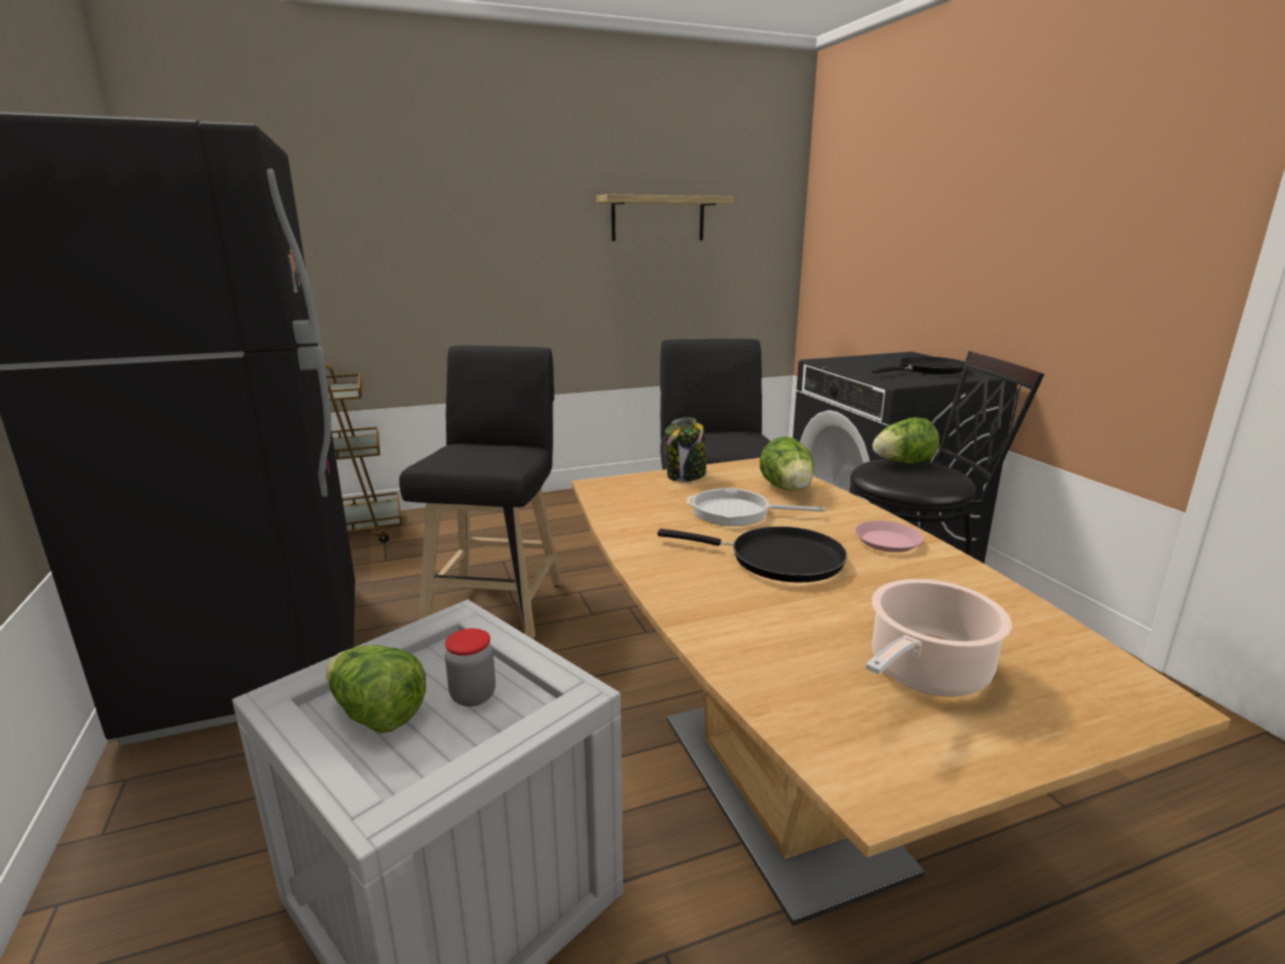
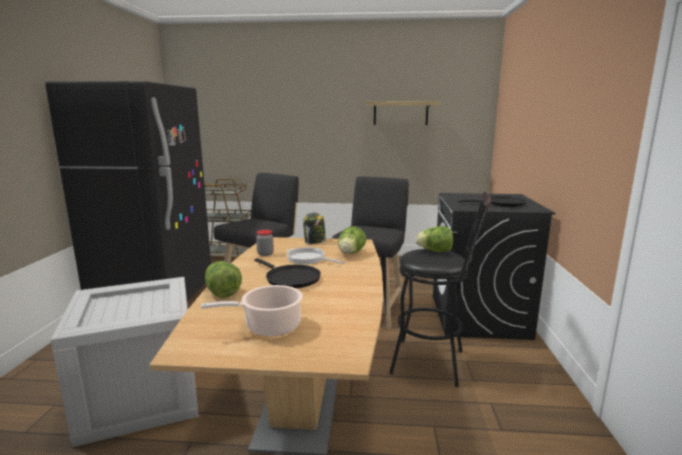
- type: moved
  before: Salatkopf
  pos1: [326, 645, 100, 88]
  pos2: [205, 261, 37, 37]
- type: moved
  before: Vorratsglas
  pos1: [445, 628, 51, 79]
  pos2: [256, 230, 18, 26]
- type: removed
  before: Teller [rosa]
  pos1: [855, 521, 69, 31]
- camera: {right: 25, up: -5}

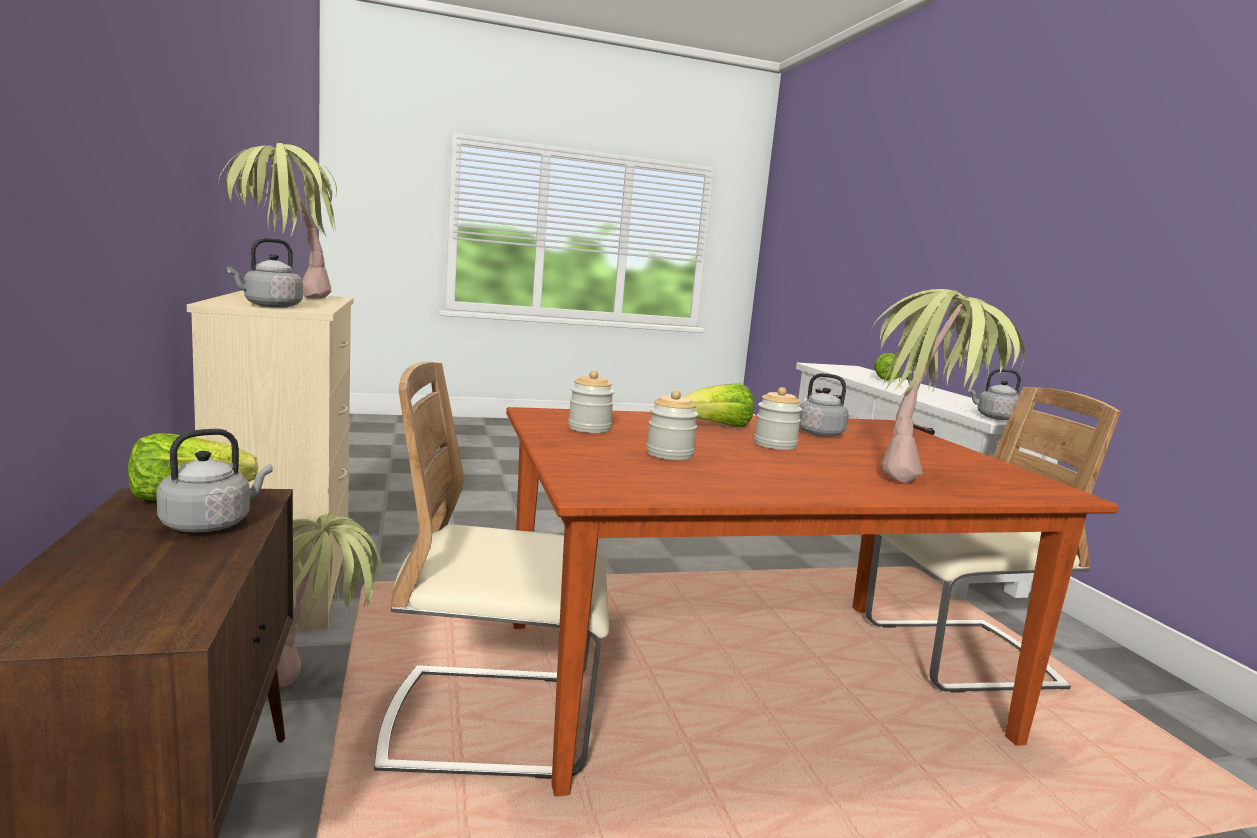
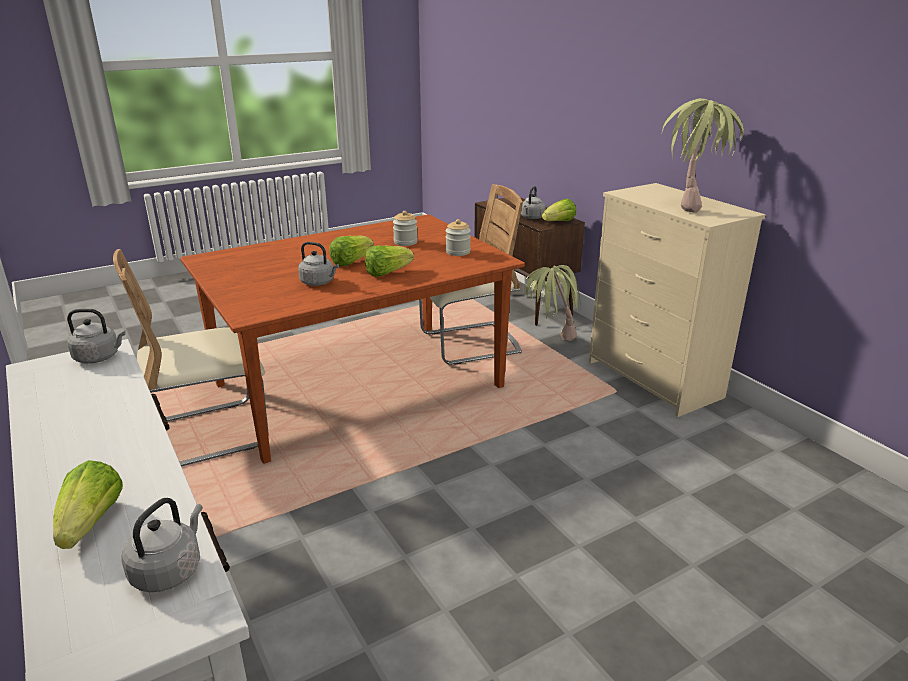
- type: moved
  before: Wasserkessel [grau]
  pos1: [227, 238, 76, 70]
  pos2: [122, 498, 81, 94]
- type: replaced
  before: Vorratsglas
  after: Salatkopf
  pos1: [754, 387, 48, 63]
  pos2: [329, 236, 45, 31]
- type: removed
  before: Topfpflanze
  pos1: [870, 289, 155, 194]
- camera: {right: 165, up: 15}

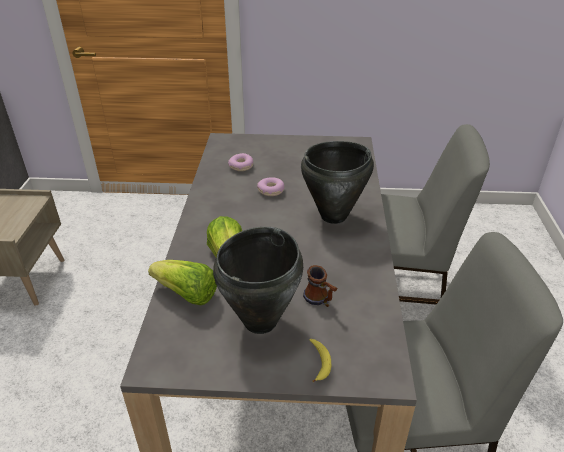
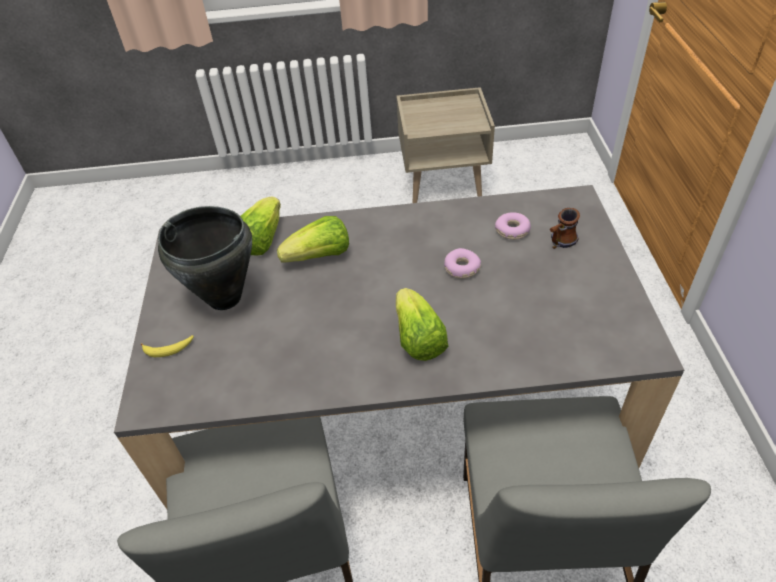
- type: replaced
  before: Kochtopf [schwarz]
  after: Salatkopf
  pos1: [301, 141, 73, 83]
  pos2: [396, 288, 53, 73]
- type: moved
  before: Henkelbecher
  pos1: [303, 265, 35, 42]
  pos2: [550, 208, 30, 41]
- camera: {right: 85, up: 10}

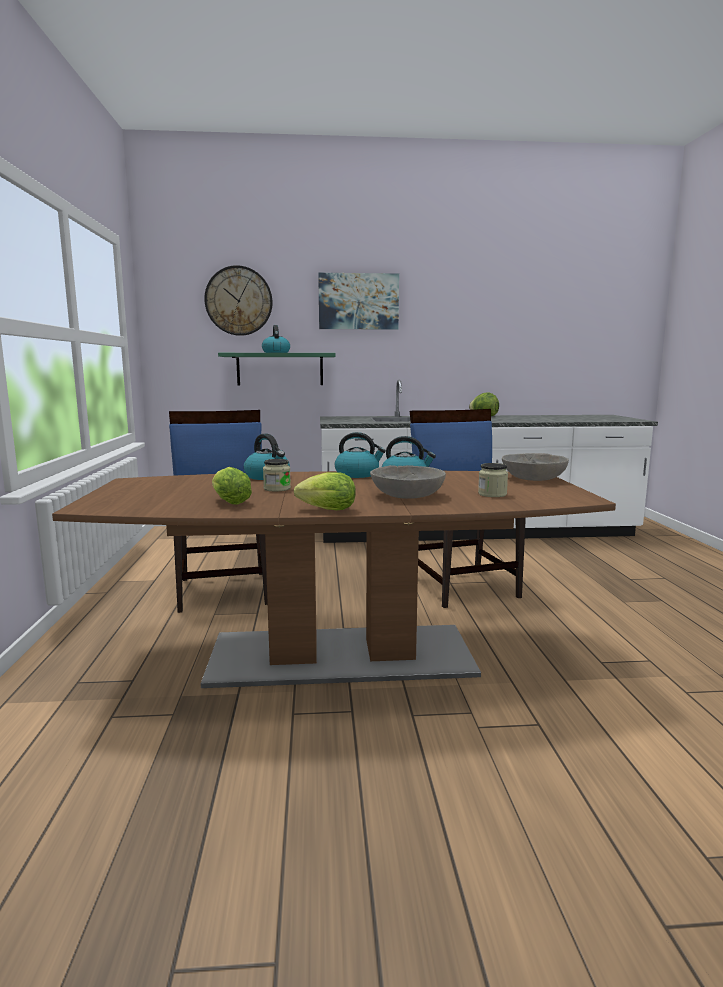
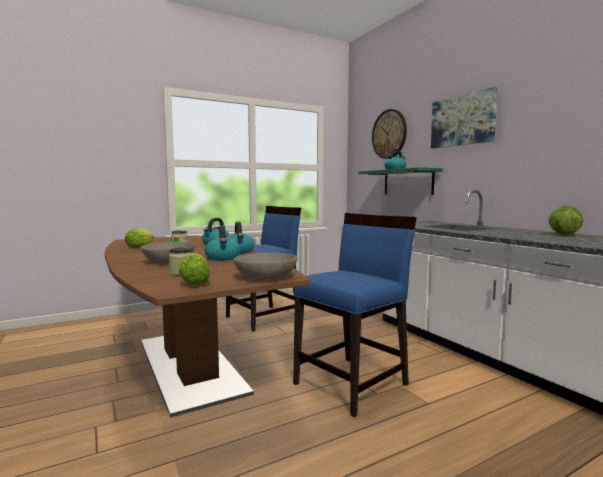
- type: moved
  before: Salatkopf
  pos1: [294, 472, 62, 38]
  pos2: [179, 253, 31, 33]
- camera: {right: 65, up: -5}

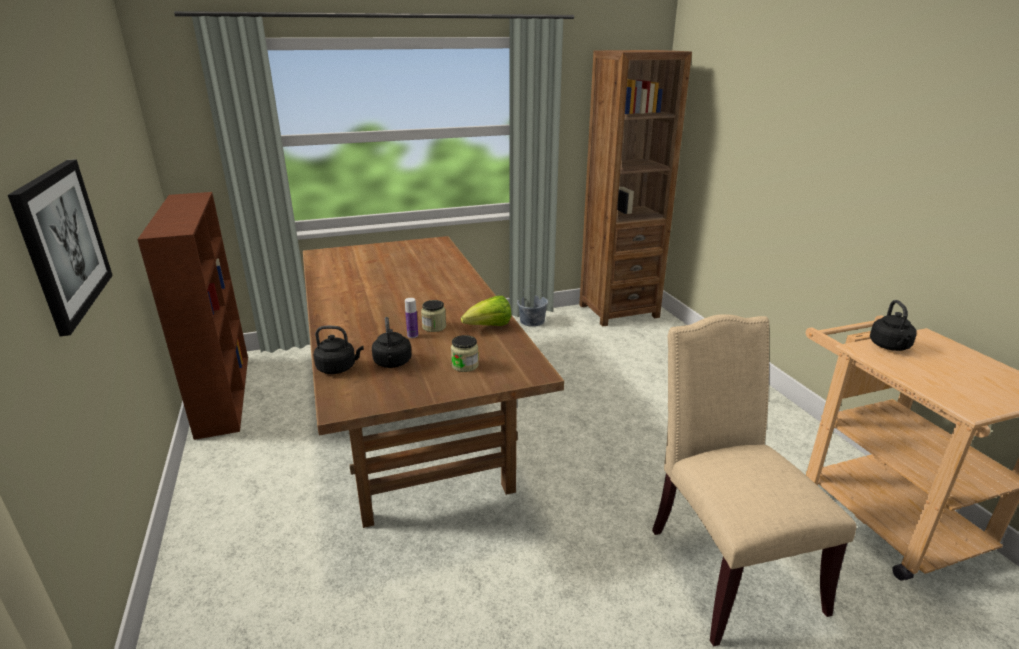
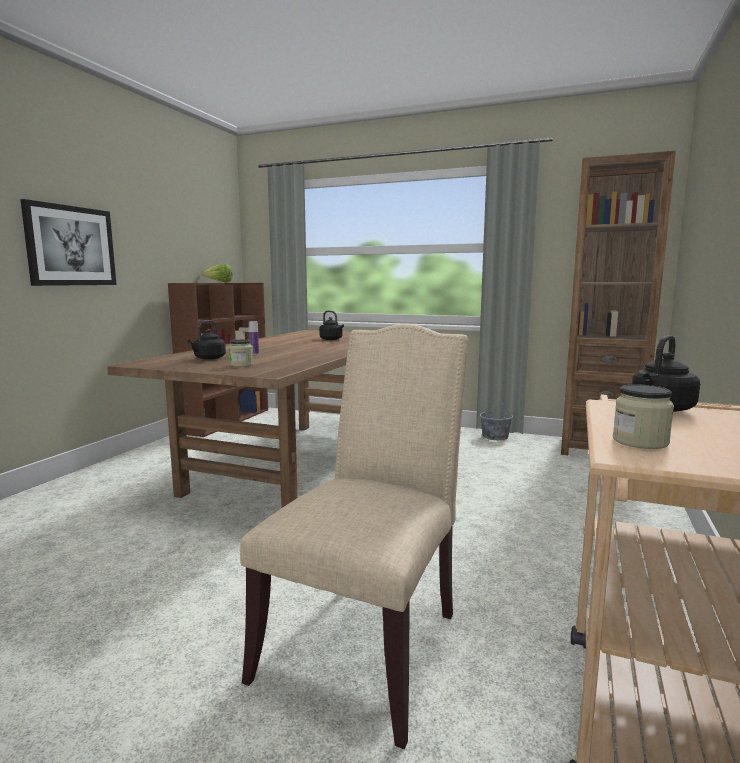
- type: moved
  before: Wasserkessel [schwarz]
  pos1: [313, 326, 51, 48]
  pos2: [319, 310, 25, 30]
- type: moved
  before: Vorratsglas
  pos1: [421, 300, 25, 32]
  pos2: [613, 384, 61, 65]
- type: moved
  before: Salatkopf
  pos1: [461, 296, 50, 30]
  pos2: [202, 264, 31, 19]
- camera: {right: 40, up: -15}

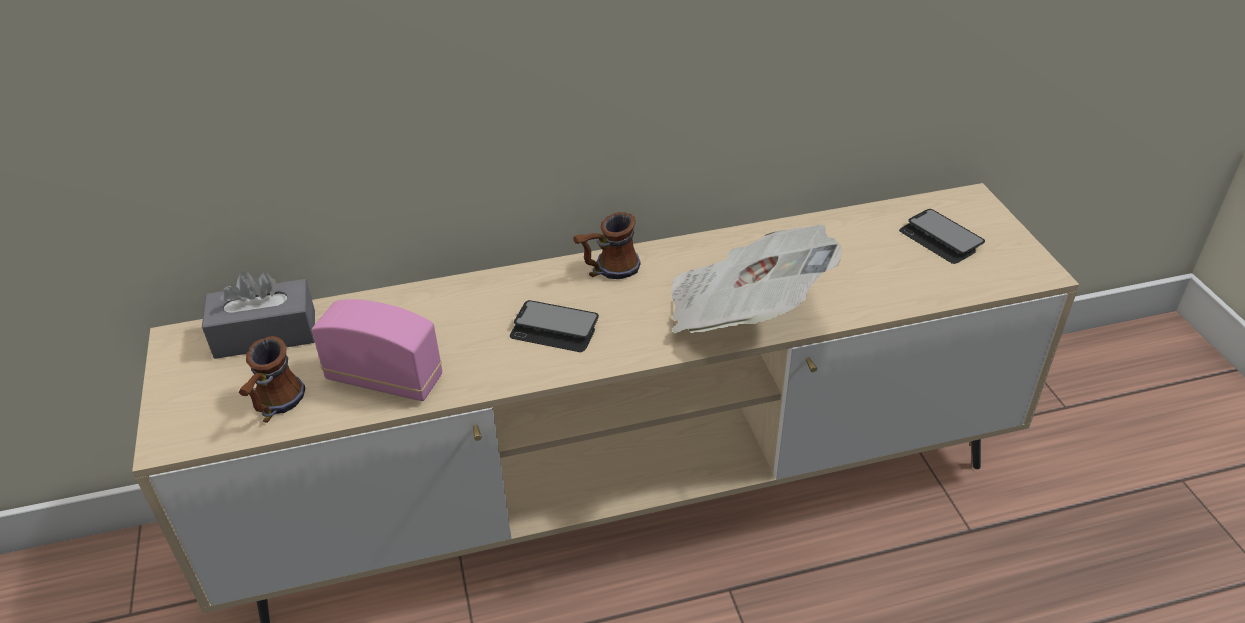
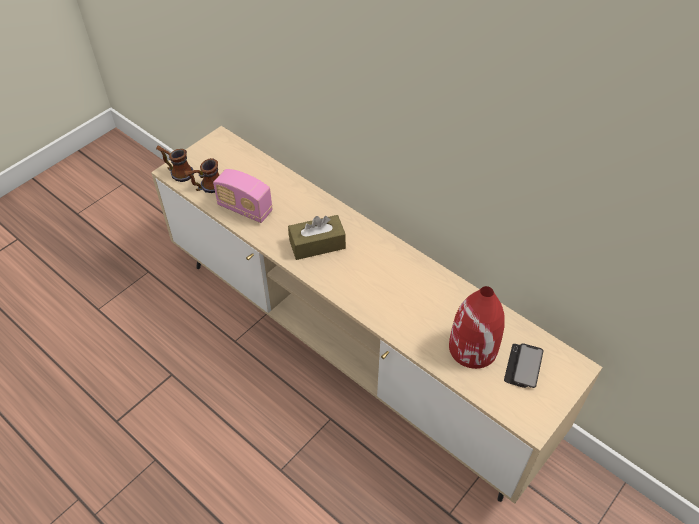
- type: removed
  before: Taschentuchbox [grau]
  pos1: [202, 271, 113, 88]
- type: turned
  before: Radio
  pos1: [311, 299, 131, 102]
  pos2: [213, 169, 59, 54]
  turn: 135
- type: replaced
  before: Handy
  after: Taschentuchbox [braun]
  pos1: [510, 300, 89, 52]
  pos2: [288, 215, 58, 45]
- type: moved
  before: Henkelbecher
  pos1: [573, 212, 68, 67]
  pos2: [156, 146, 38, 36]
- type: removed
  before: Zeitung
  pos1: [671, 225, 171, 108]
- type: added
  after: Vase [rot]
  pos2: [449, 286, 56, 83]
- camera: {right: 55, up: 10}

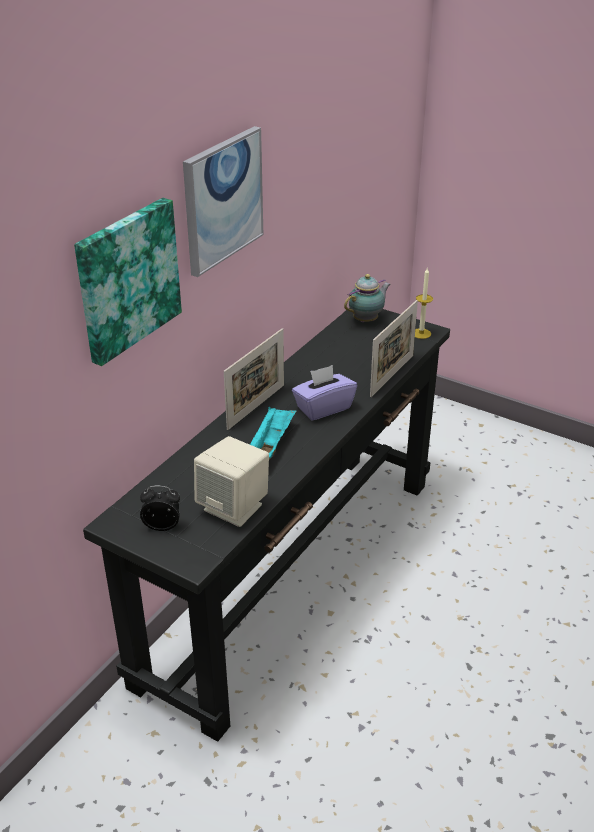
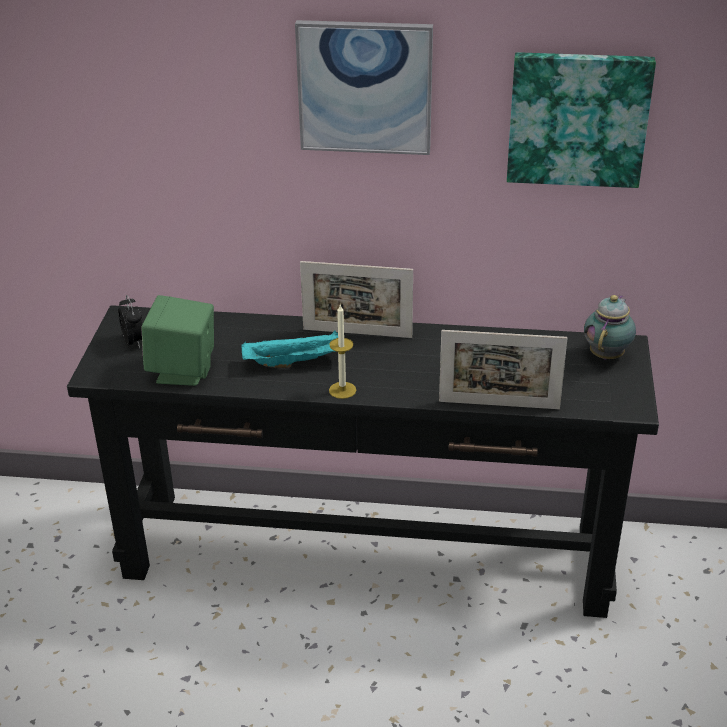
- type: moved
  before: Bild
  pos1: [74, 198, 108, 168]
  pos2: [507, 52, 149, 136]
- type: recoloured
  before: Lautsprecher [beige]
  after: Lautsprecher [grün]
  pos1: [194, 436, 75, 91]
  pos2: [141, 295, 73, 91]
- type: removed
  before: Taschentuchbox [lila]
  pos1: [292, 365, 65, 56]
- type: turned
  before: Teekanne
  pos1: [344, 274, 47, 48]
  pos2: [584, 295, 52, 64]
  turn: -90
- type: moved
  before: Kerze
  pos1: [415, 268, 18, 71]
  pos2: [329, 305, 27, 94]
- camera: {right: 65, up: 0}

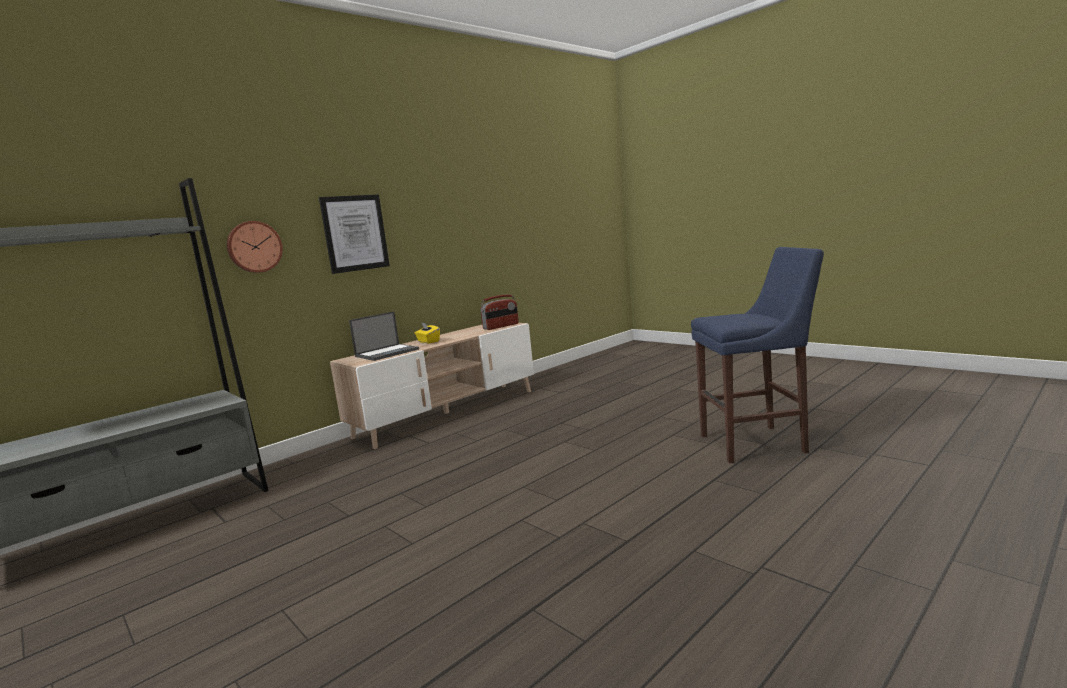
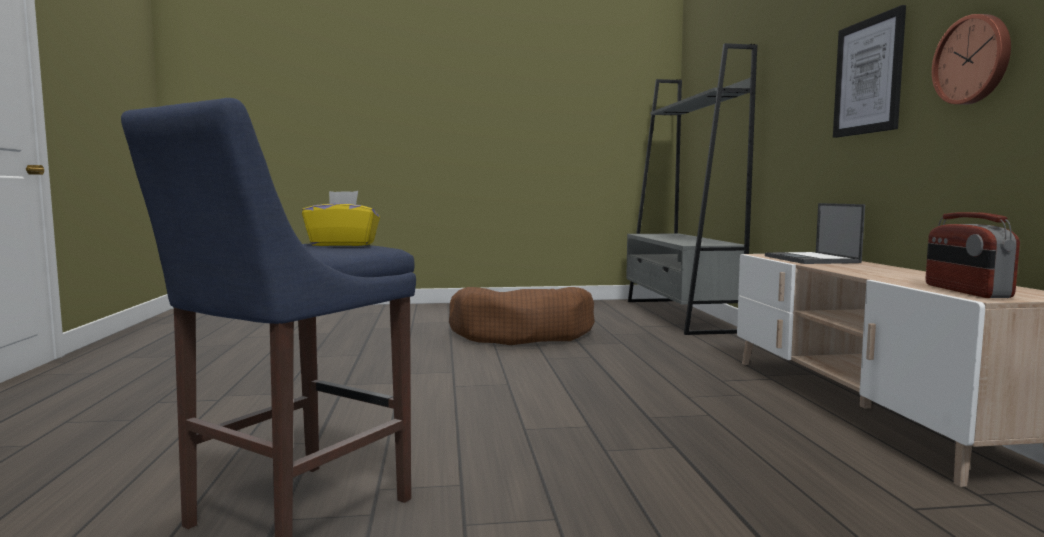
- type: moved
  before: Wanduhr
  pos1: [227, 221, 56, 52]
  pos2: [932, 14, 79, 91]
- type: moved
  before: Taschentuchbox [gelb]
  pos1: [415, 322, 25, 22]
  pos2: [302, 191, 78, 55]
- type: added
  after: Hundebett [braun]
  pos2: [449, 287, 146, 58]
- camera: {right: 125, up: -5}

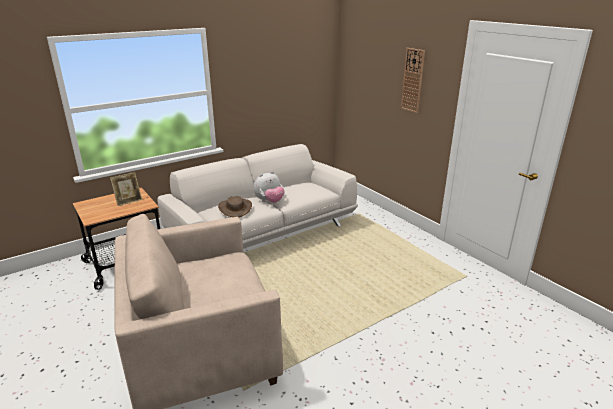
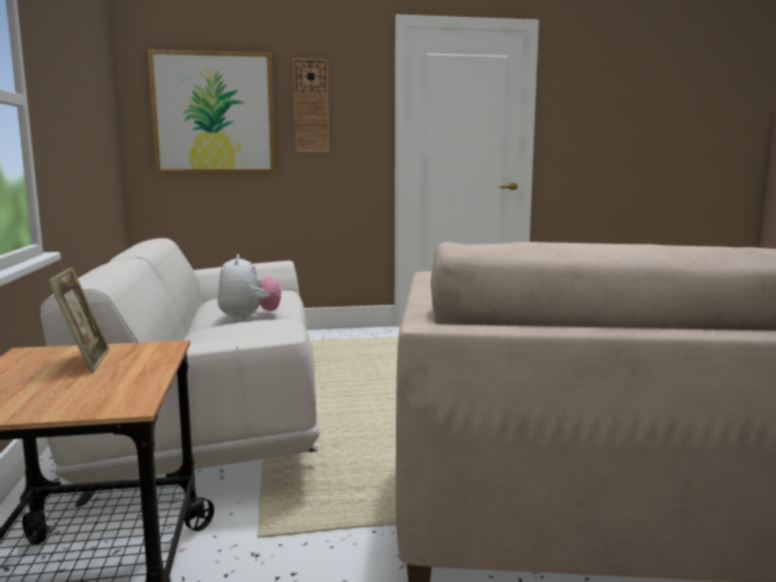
- type: removed
  before: Hut [braun]
  pos1: [218, 196, 34, 21]
- type: added
  after: Bild
  pos2: [148, 49, 127, 124]
- camera: {right: -65, up: -15}

